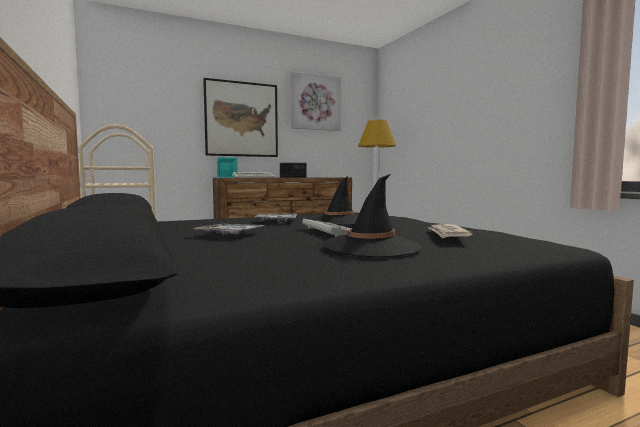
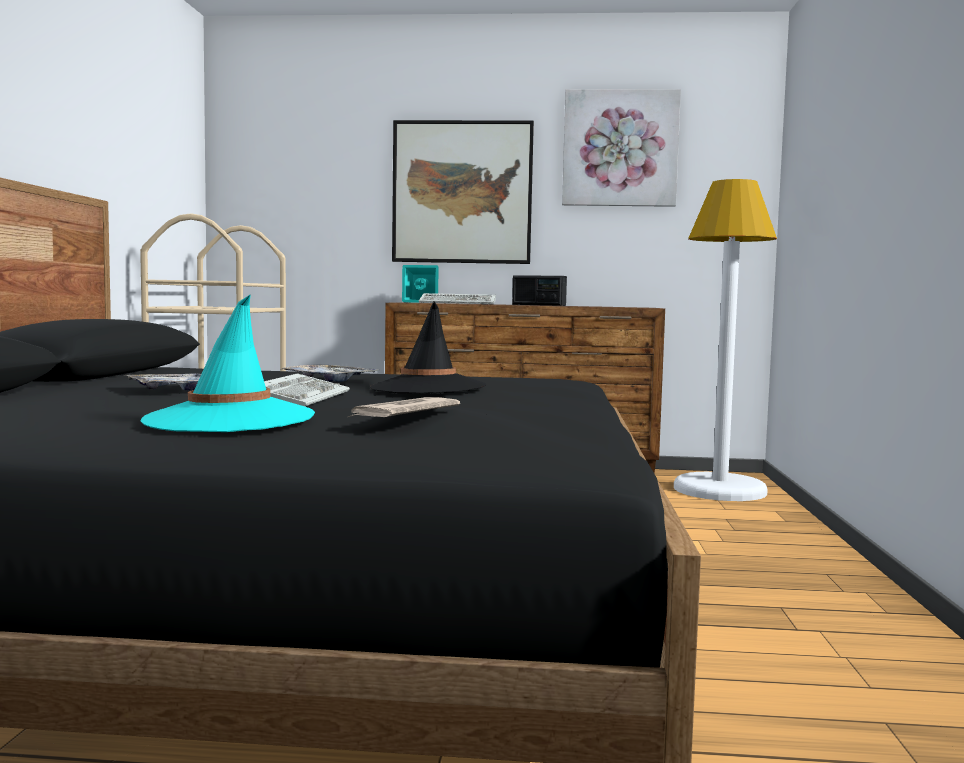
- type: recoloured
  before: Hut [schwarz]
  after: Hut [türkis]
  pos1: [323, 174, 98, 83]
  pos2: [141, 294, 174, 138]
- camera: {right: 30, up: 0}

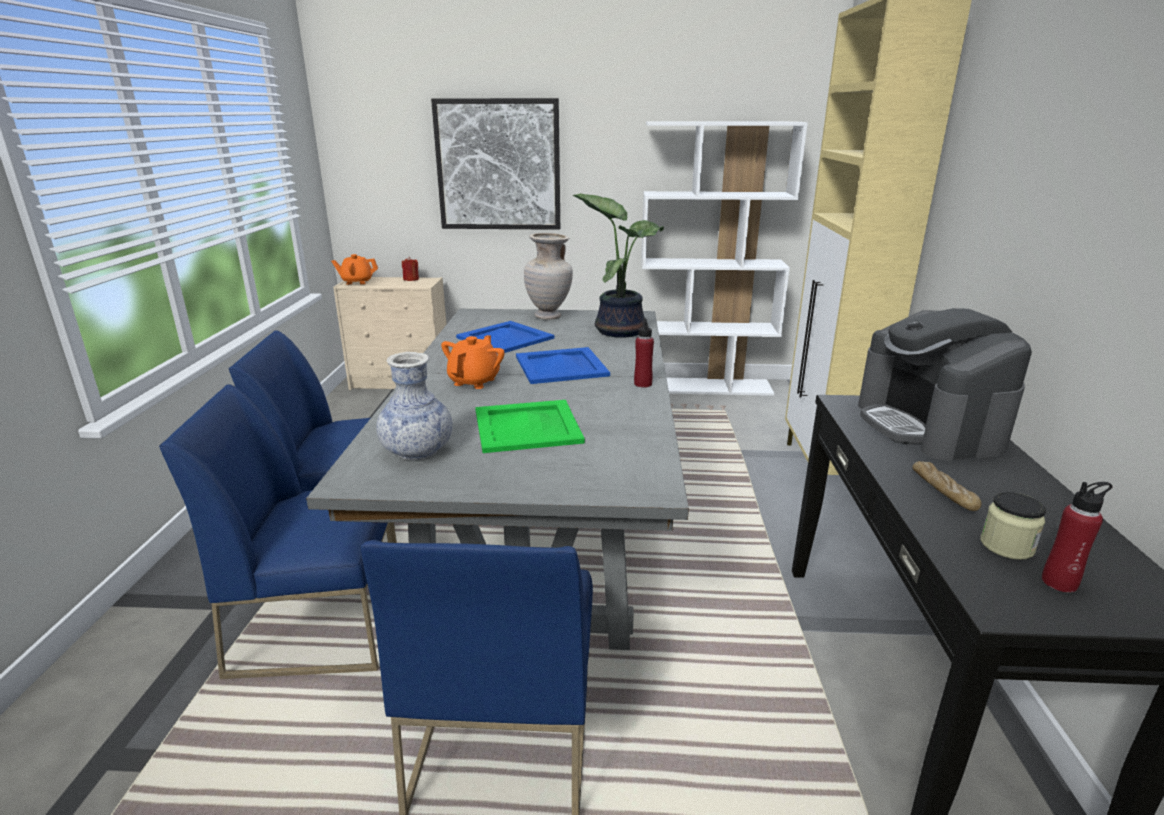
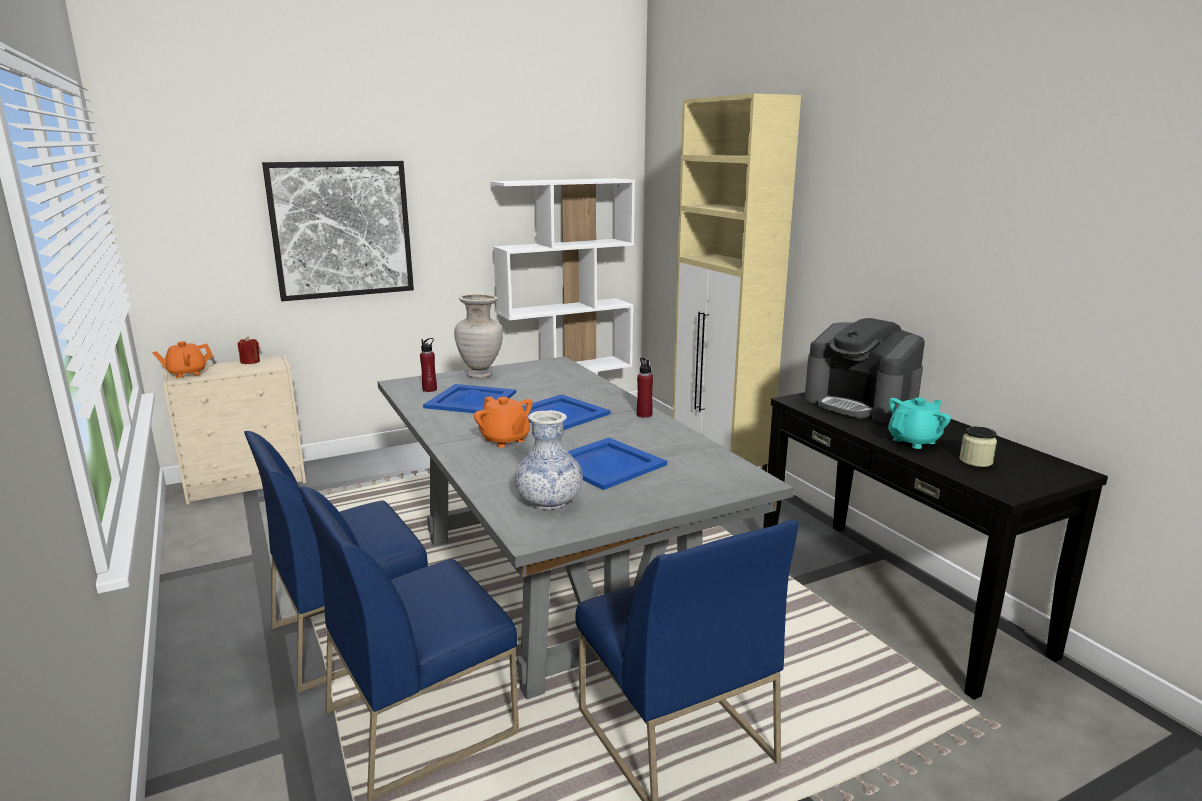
- type: turned
  before: Teekanne [orange]
  pos1: [441, 335, 64, 54]
  pos2: [474, 396, 59, 52]
  turn: 150
- type: recoloured
  before: Tablett [grün]
  after: Tablett [blau]
  pos1: [475, 400, 110, 53]
  pos2: [568, 438, 99, 52]
- type: removed
  before: Topfpflanze
  pos1: [573, 194, 91, 144]
- type: replaced
  before: Brot
  after: Teekanne [türkis]
  pos1: [913, 461, 68, 50]
  pos2: [888, 397, 63, 52]
- type: moved
  before: Flasche [rot]
  pos1: [1042, 482, 71, 111]
  pos2: [420, 338, 17, 54]
- camera: {right: -30, up: -5}

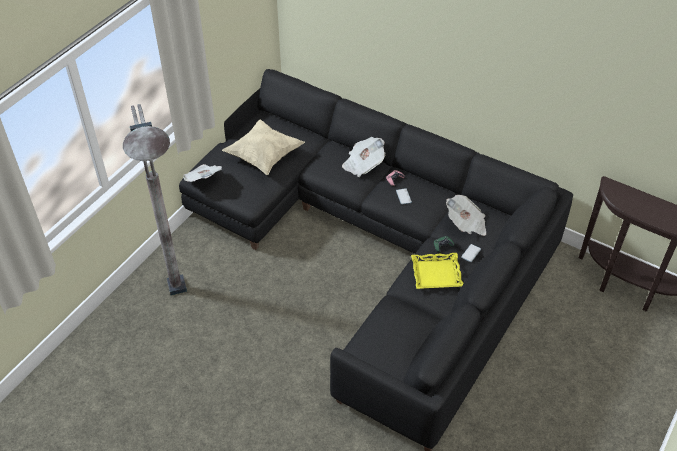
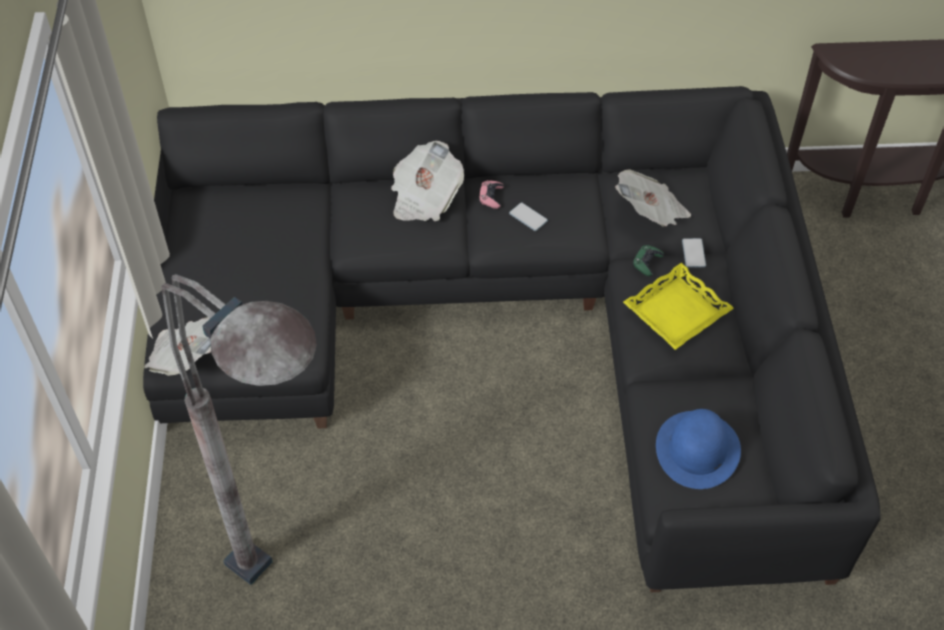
- type: removed
  before: Kissen [beige]
  pos1: [222, 120, 83, 55]
- type: added
  after: Hut [blau]
  pos2: [656, 409, 85, 80]
- camera: {right: -35, up: 5}

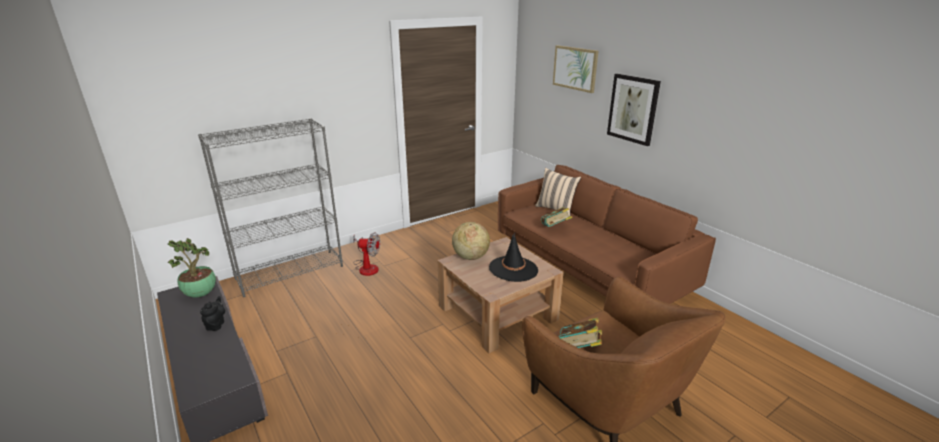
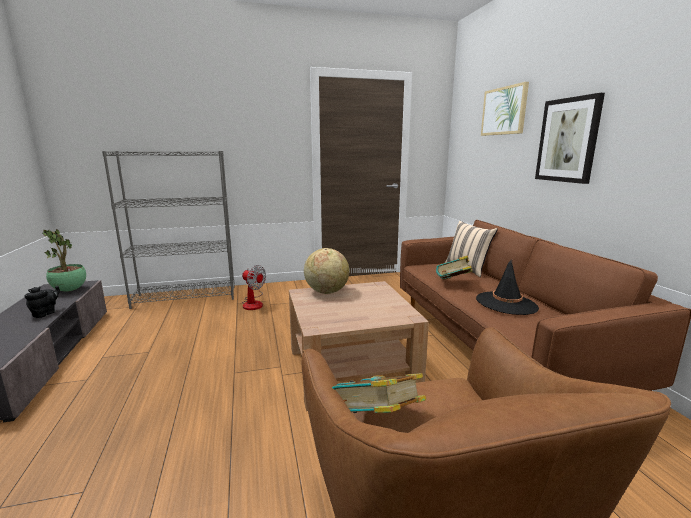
- type: moved
  before: Hut [schwarz]
  pos1: [489, 233, 49, 49]
  pos2: [476, 260, 63, 55]
- camera: {right: 20, up: -10}

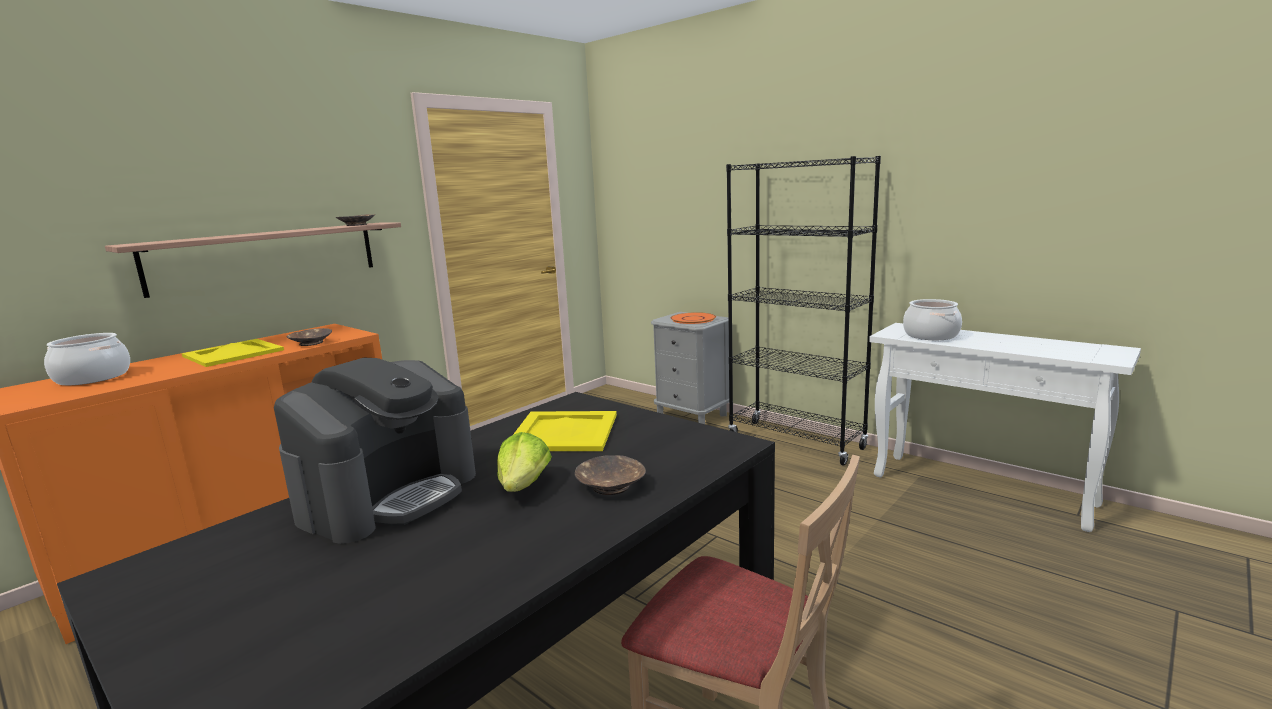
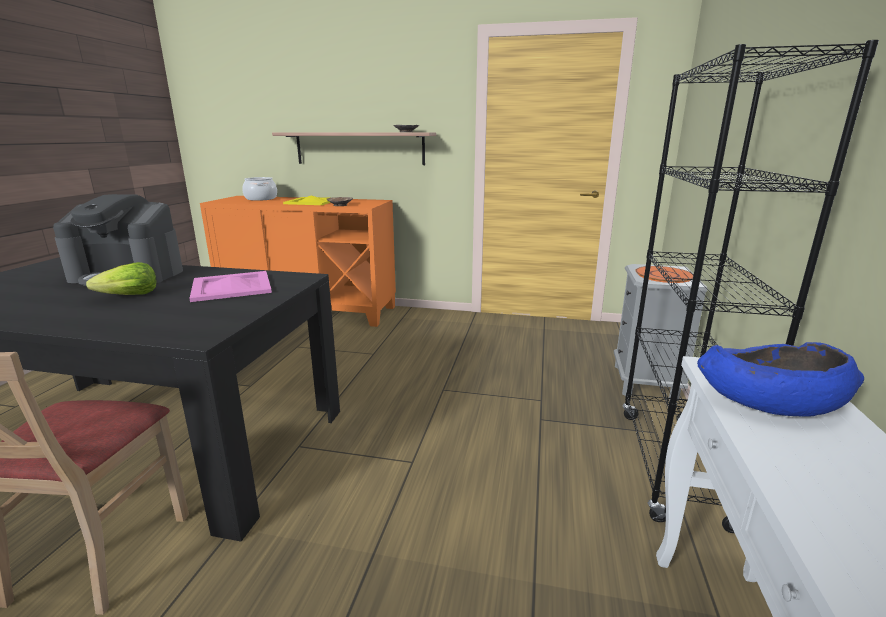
- type: recoloured
  before: Tablett [gelb]
  after: Tablett [rosa]
  pos1: [513, 411, 104, 40]
  pos2: [189, 271, 83, 31]
- type: removed
  before: Schüssel [braun]
  pos1: [575, 455, 71, 40]
- type: replaced
  before: Kochtopf
  after: Schüssel [blau]
  pos1: [903, 299, 59, 41]
  pos2: [697, 342, 167, 75]
- camera: {right: 60, up: 5}

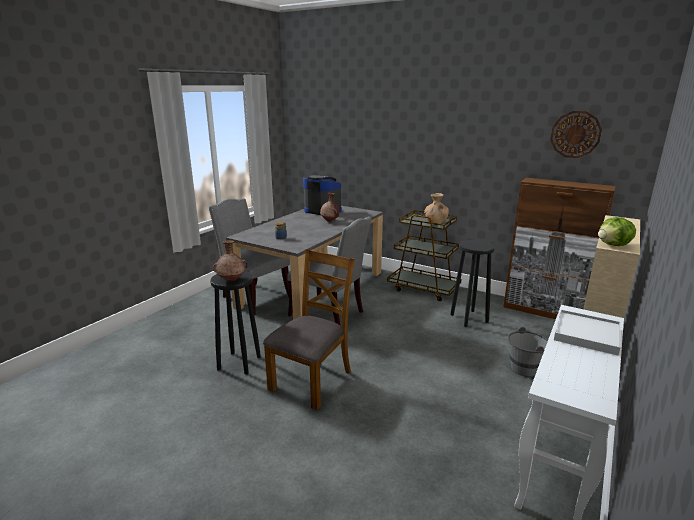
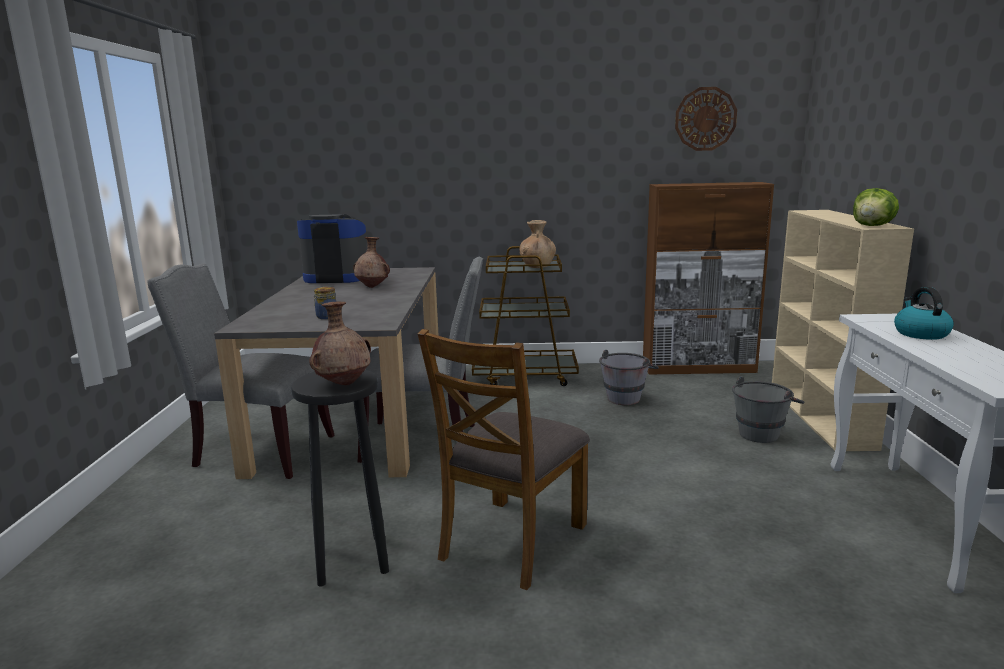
- type: turned
  before: Stuhl [braun]
  pos1: [263, 249, 92, 161]
  pos2: [418, 329, 172, 261]
  turn: -150
- type: replaced
  before: Hocker [schwarz]
  after: Eimer [grau]
  pos1: [450, 240, 45, 87]
  pos2: [599, 350, 60, 55]
- type: replaced
  before: Tablett [weiß]
  after: Wasserkessel
  pos1: [554, 310, 67, 46]
  pos2: [894, 287, 60, 53]
- camera: {right: -30, up: -5}

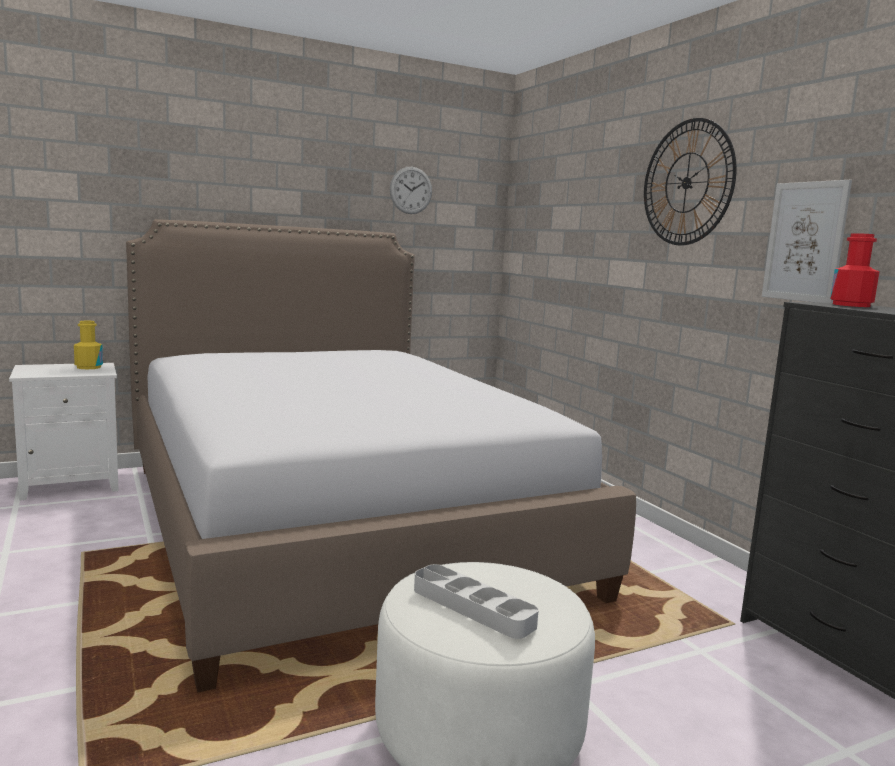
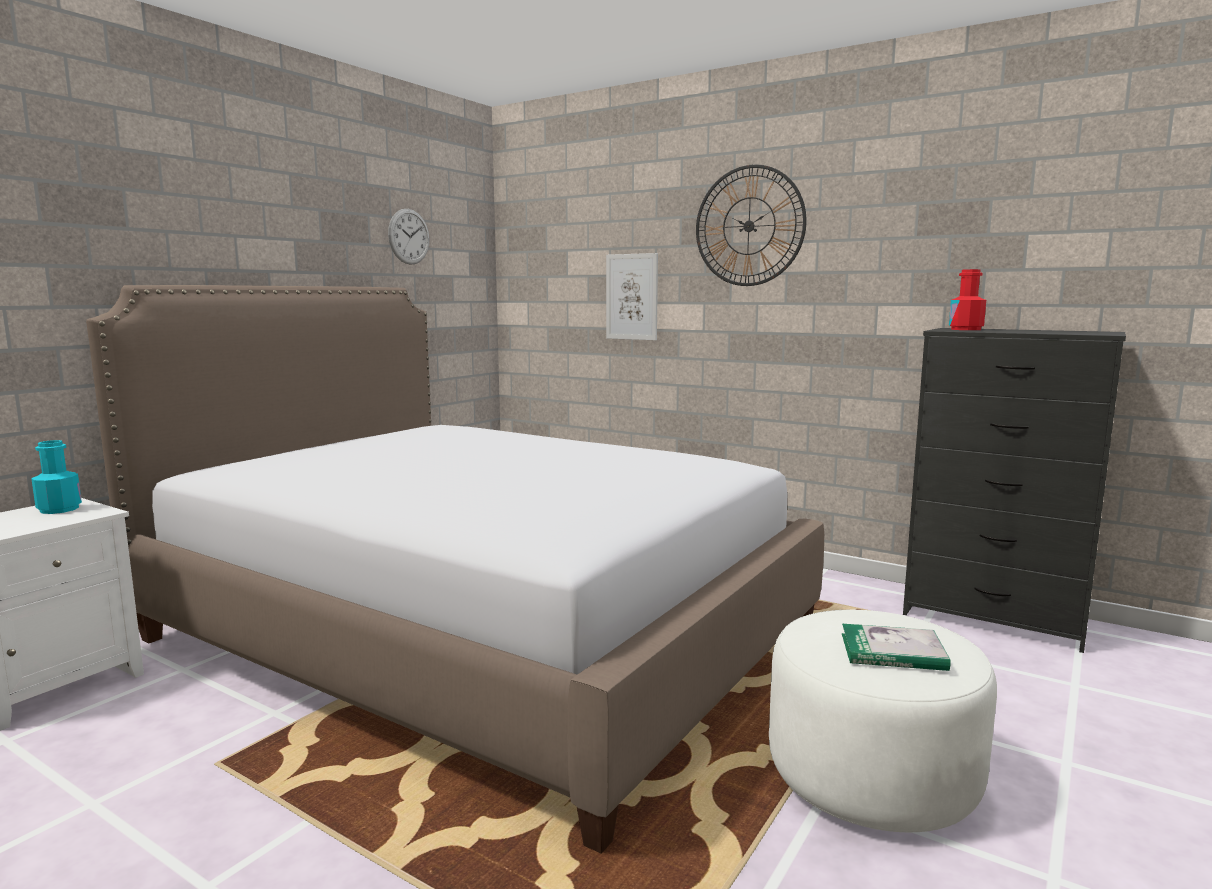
- type: recoloured
  before: Flasche [gelb]
  after: Flasche [türkis]
  pos1: [74, 321, 29, 48]
  pos2: [31, 440, 51, 74]
- type: replaced
  before: Tablett [grau]
  after: Buch
  pos1: [414, 564, 125, 75]
  pos2: [842, 624, 108, 47]
- type: moved
  before: Bild
  pos1: [762, 180, 90, 123]
  pos2: [606, 253, 52, 87]
- camera: {right: -30, up: 0}

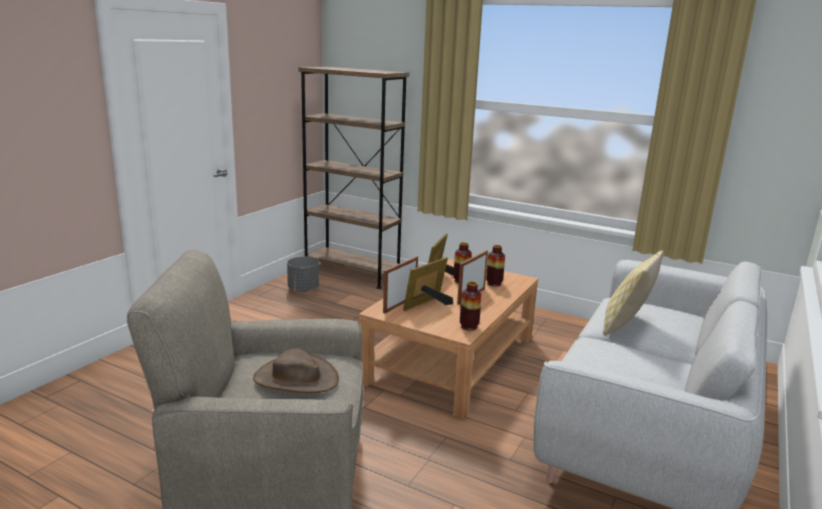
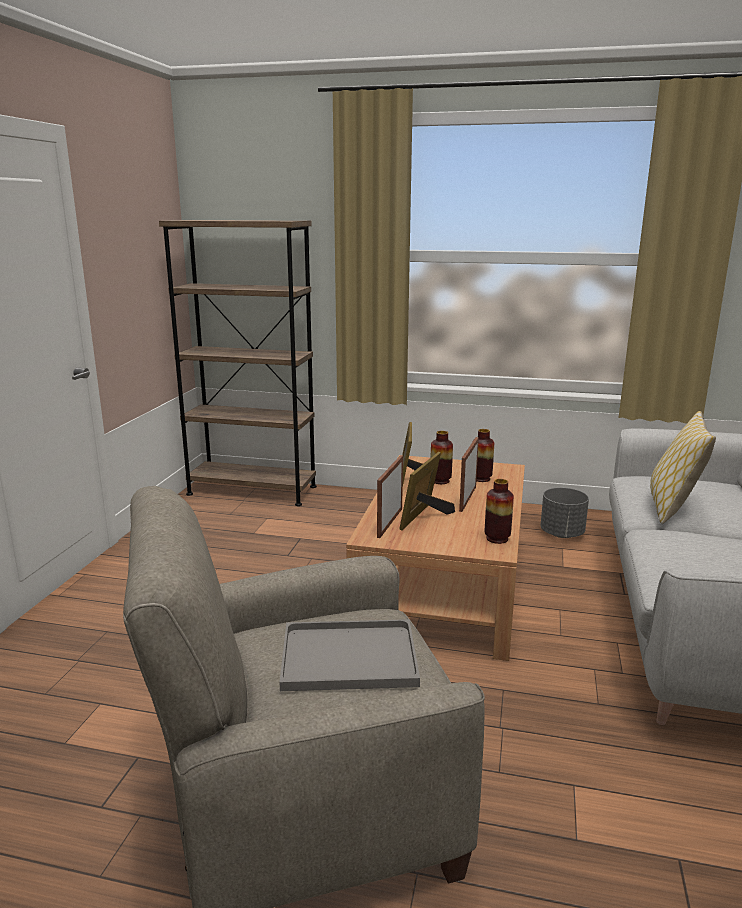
- type: replaced
  before: Hut [braun]
  after: Tablett [grau]
  pos1: [253, 349, 86, 44]
  pos2: [279, 619, 141, 72]
- type: moved
  before: Pflanzkübel [grau]
  pos1: [287, 256, 32, 36]
  pos2: [540, 488, 49, 50]
- camera: {right: -15, up: 0}

